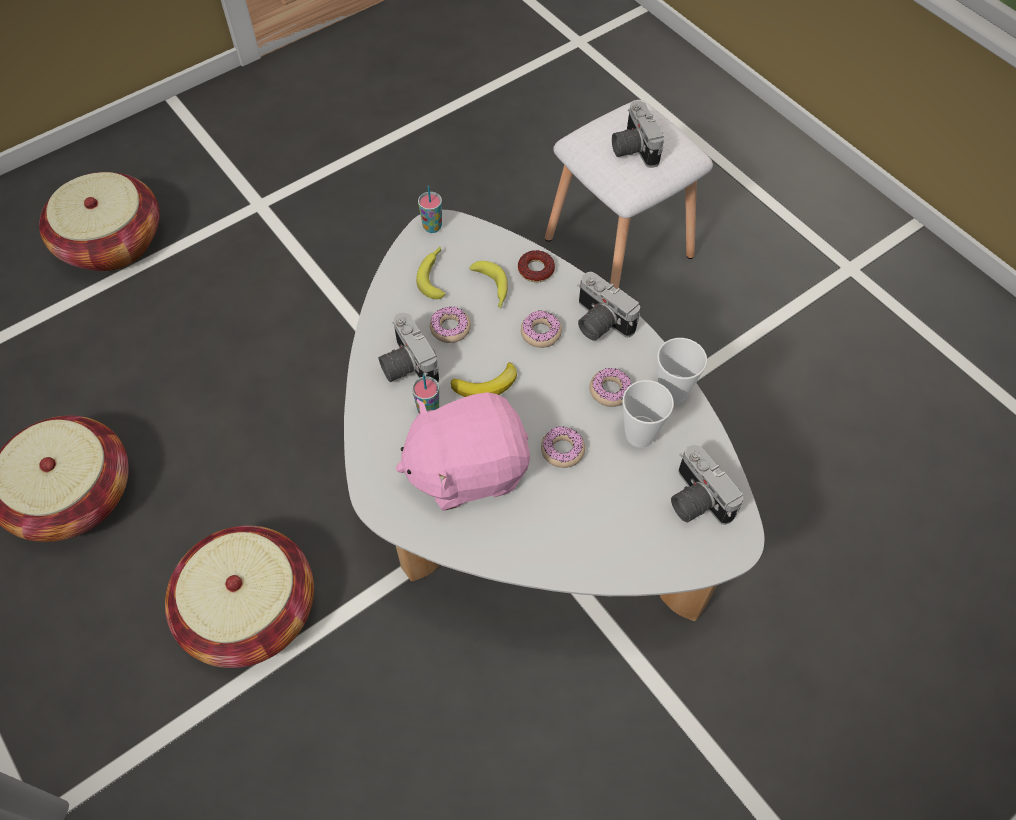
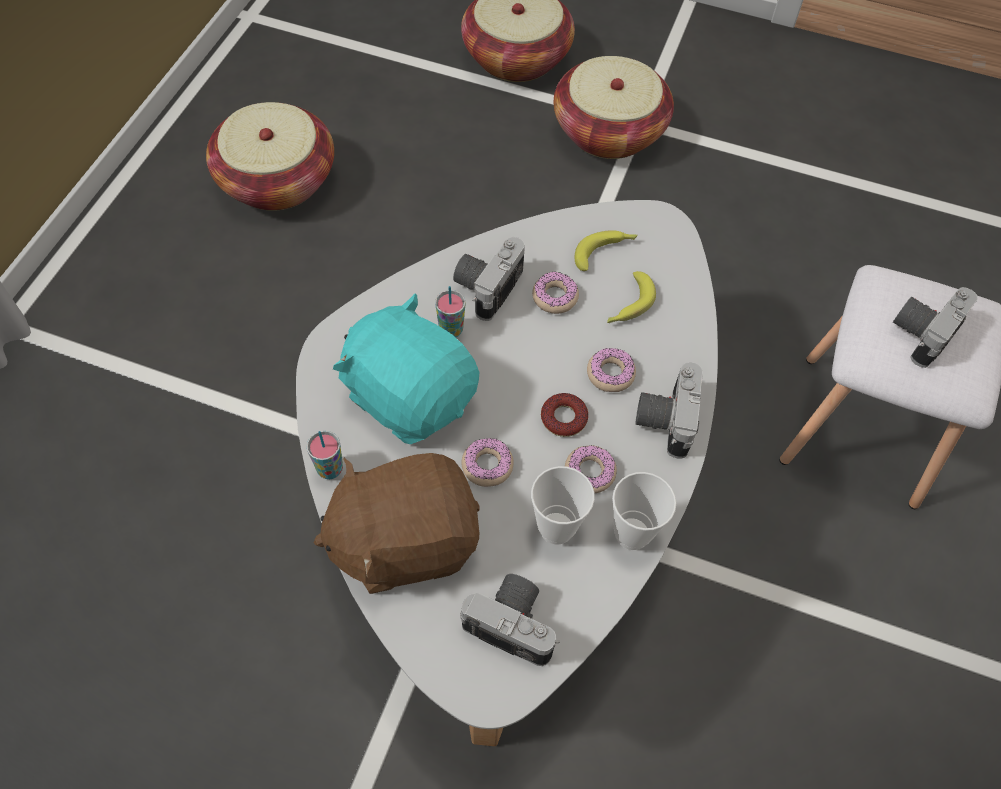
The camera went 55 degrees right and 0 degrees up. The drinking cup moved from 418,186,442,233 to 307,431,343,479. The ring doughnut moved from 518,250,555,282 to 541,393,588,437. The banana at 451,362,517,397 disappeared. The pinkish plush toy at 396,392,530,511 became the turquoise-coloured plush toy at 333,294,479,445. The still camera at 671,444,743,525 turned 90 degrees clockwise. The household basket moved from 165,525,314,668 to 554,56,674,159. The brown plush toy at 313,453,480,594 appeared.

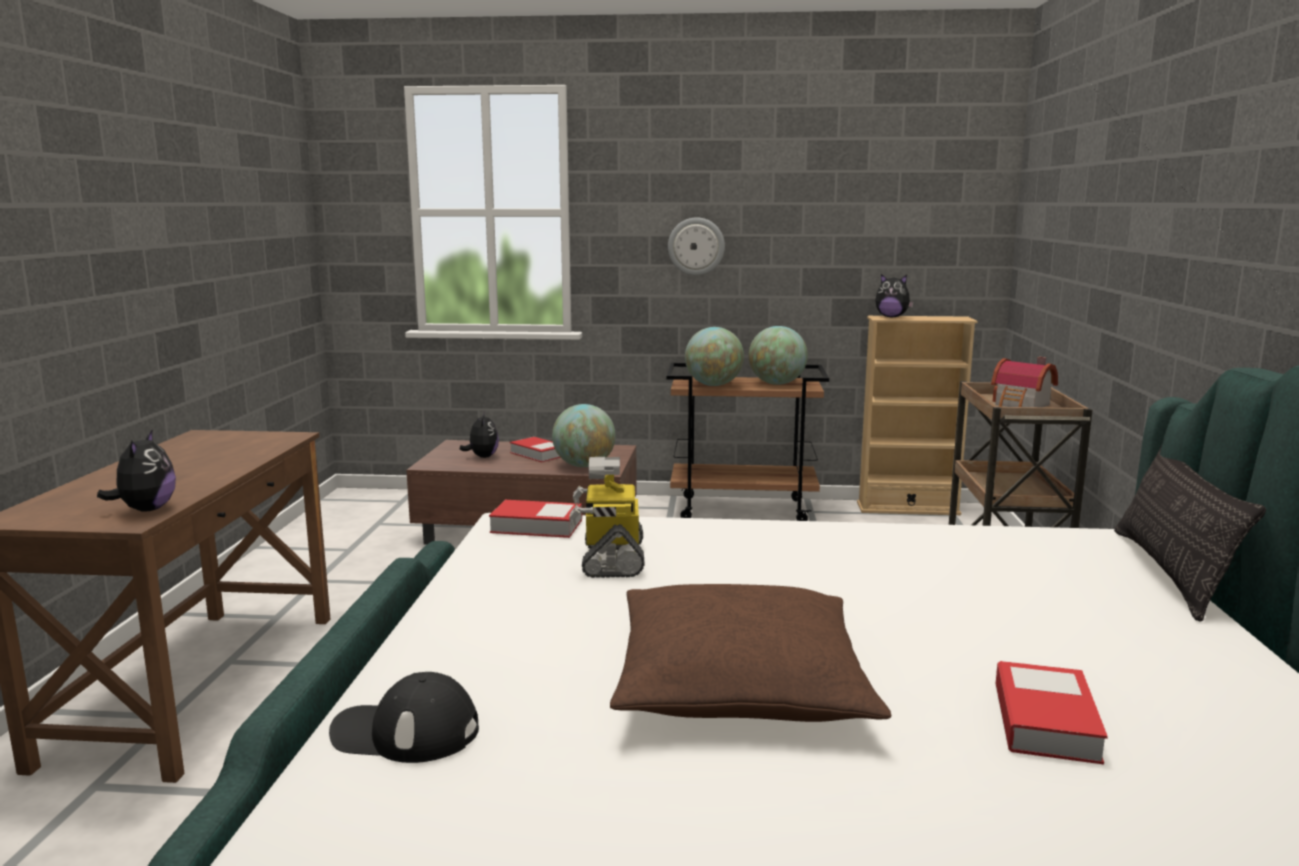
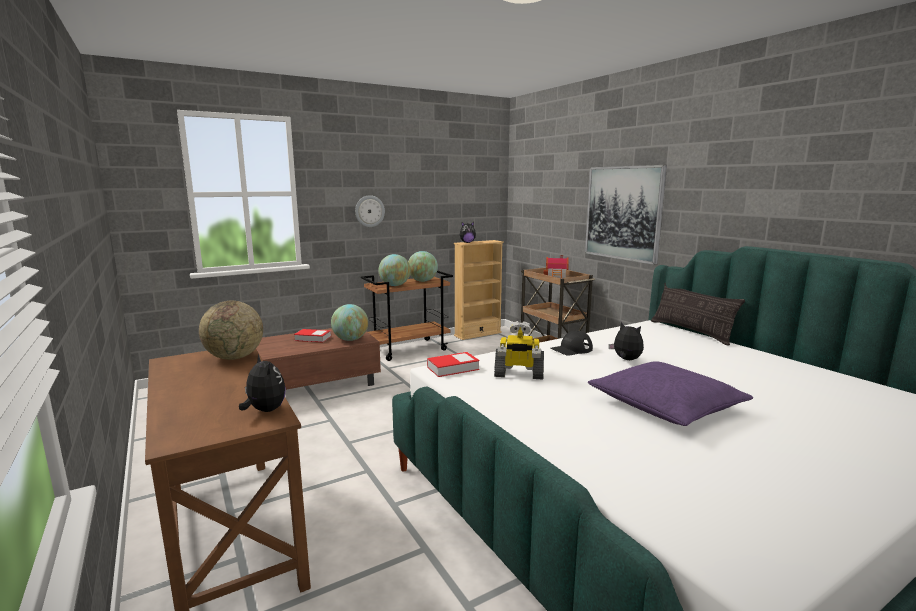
The camera went 35 degrees left and 0 degrees up. The plush toy moved from 460,412,499,458 to 609,322,644,360. The model robot at 569,457,644,578 turned 45 degrees counterclockwise. The brown pillow at 610,584,891,722 became the purple pillow at 588,361,753,426. The book at 995,661,1108,765 disappeared. The black-coloured peaked cap moved from 329,672,479,763 to 551,331,593,356. The wall art at 585,165,667,265 appeared. The world globe at 199,301,263,360 appeared.

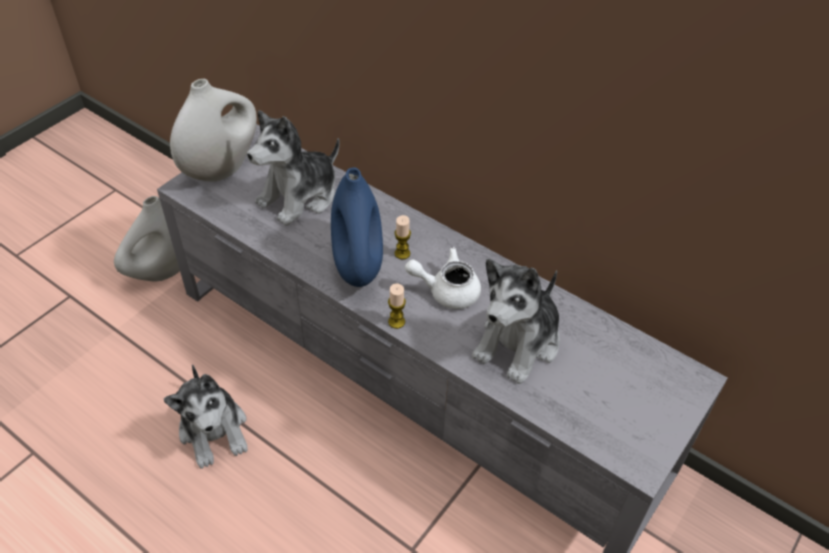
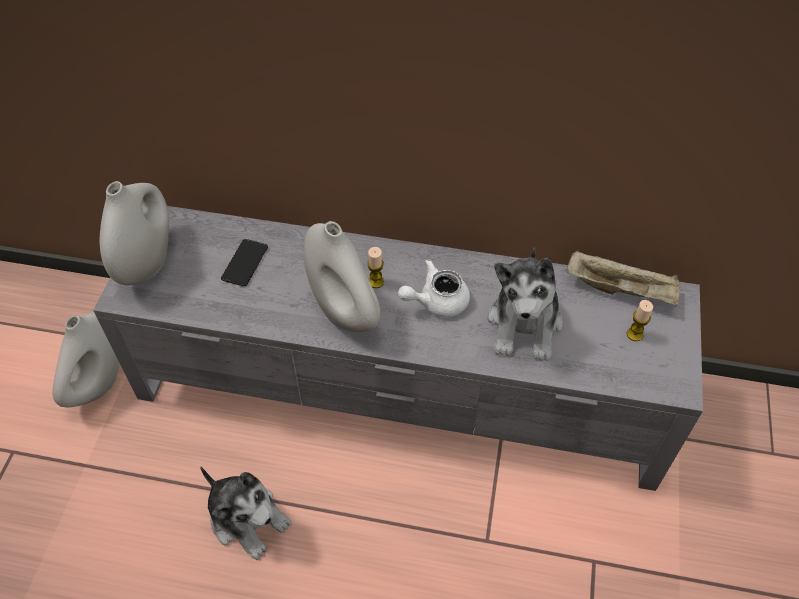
The camera went 25 degrees left and 5 degrees up. The plush toy at 247,110,340,226 was replaced by the telephone at 221,239,268,286. The bluish vase at 331,167,383,287 became the white-coloured vase at 304,221,380,332. The wax light moved from 388,283,406,329 to 627,300,653,341. The sand-coloured serving tray at 566,251,680,306 appeared.

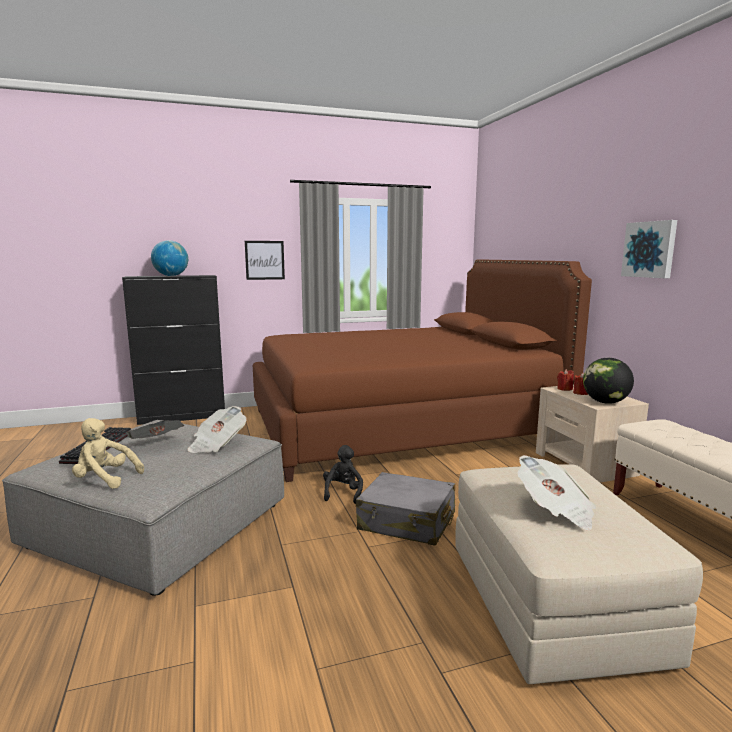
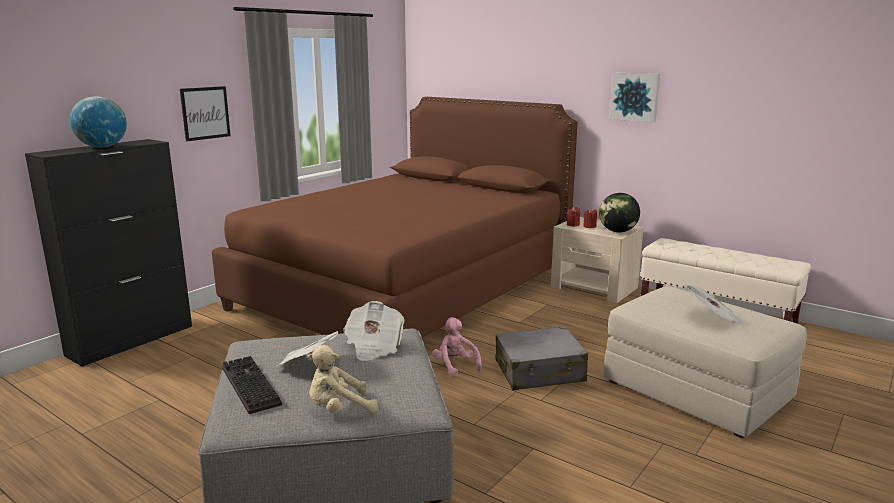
The camera went 35 degrees left and 5 degrees up. The black-coloured plush toy at 323,445,363,504 became the pinkish plush toy at 432,317,482,377.

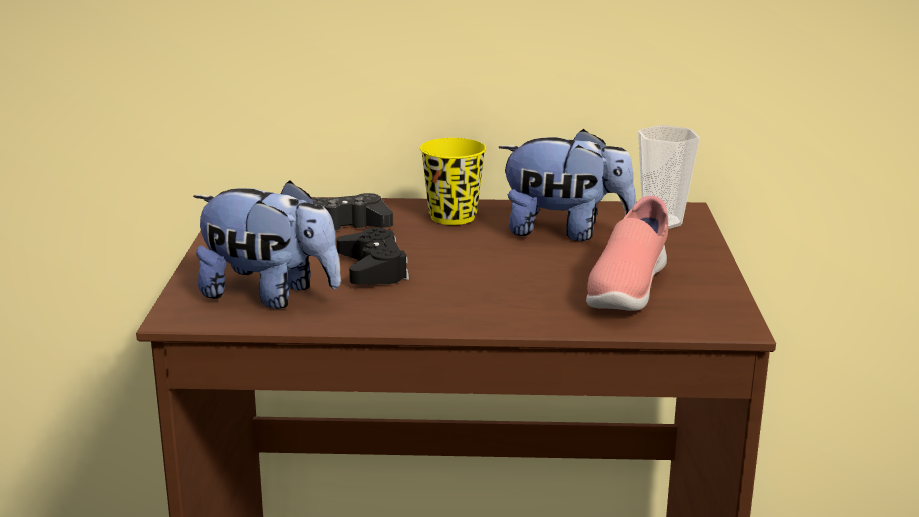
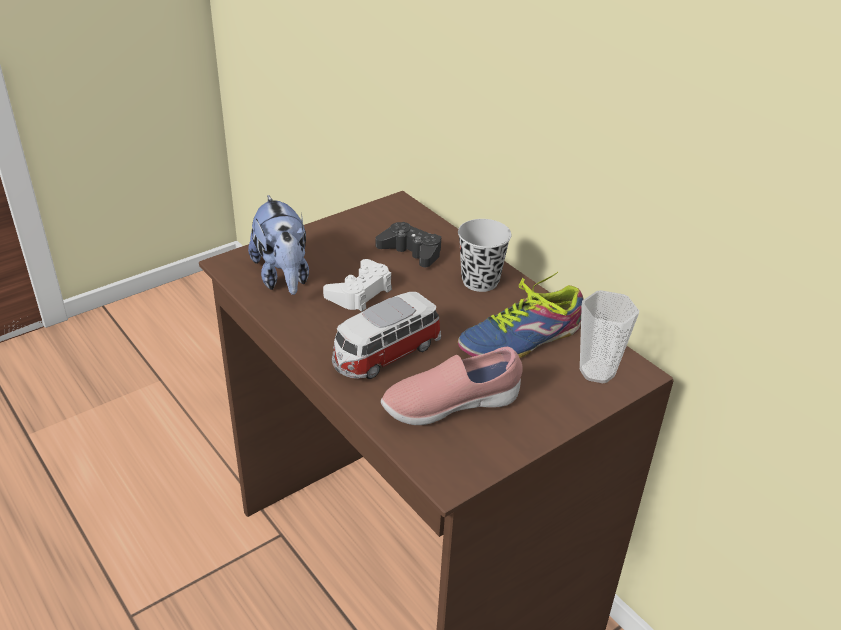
The camera went 50 degrees right and 15 degrees up. The plush toy at 499,129,636,241 was replaced by the low shoe at 458,272,584,358. The yellow drinking cup at 420,138,486,225 became the black-coloured drinking cup at 458,219,511,292. The black-coloured gamepad at 336,228,409,285 became the white-coloured gamepad at 323,259,392,312. The toy car at 332,292,441,379 appeared.

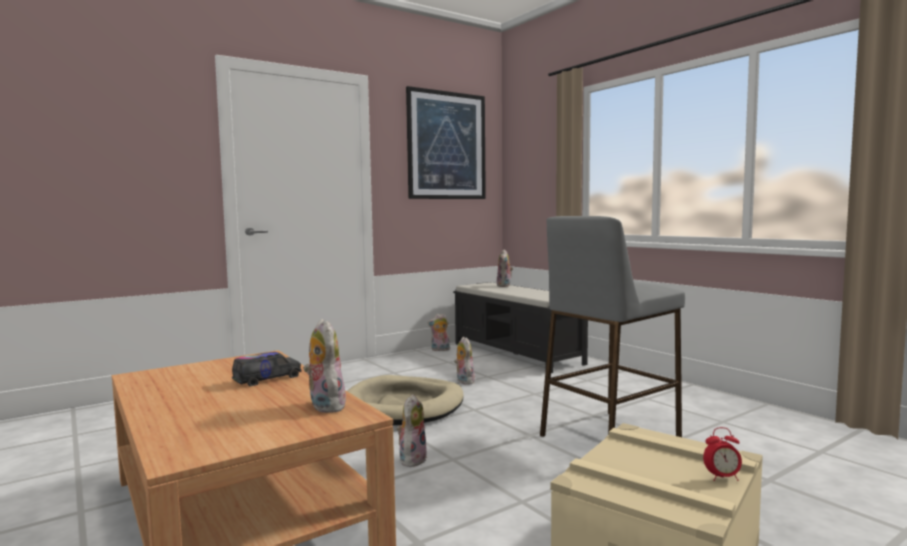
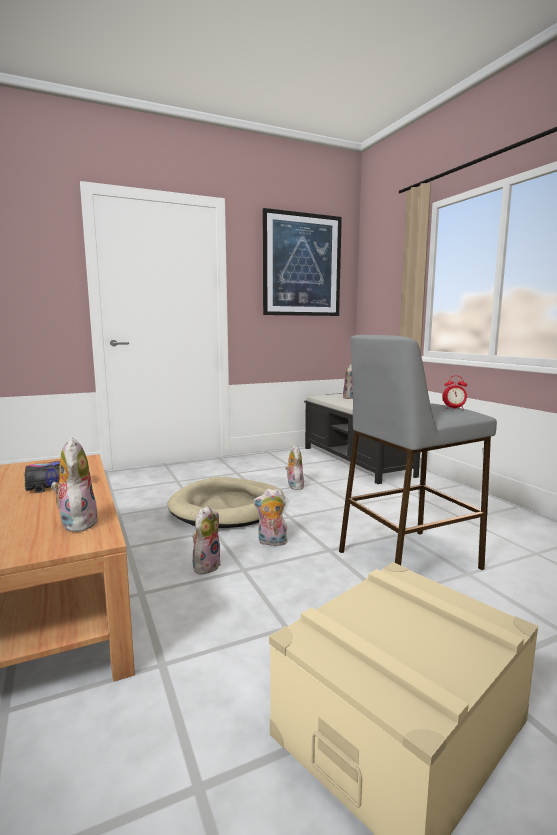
The camera went 10 degrees right and 5 degrees up. The plush toy moved from 428,314,450,351 to 253,488,288,546. The table clock moved from 703,427,742,481 to 443,376,467,410.

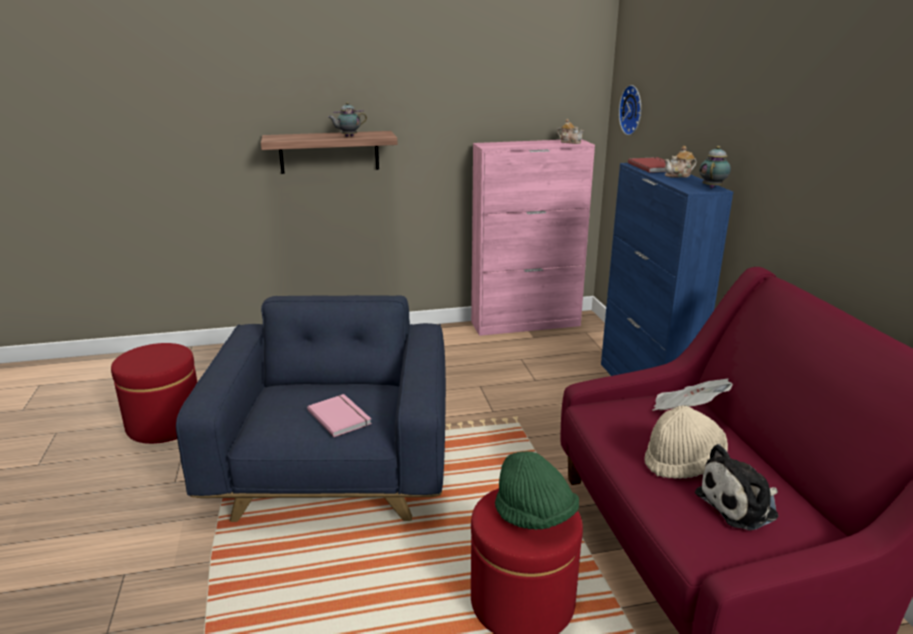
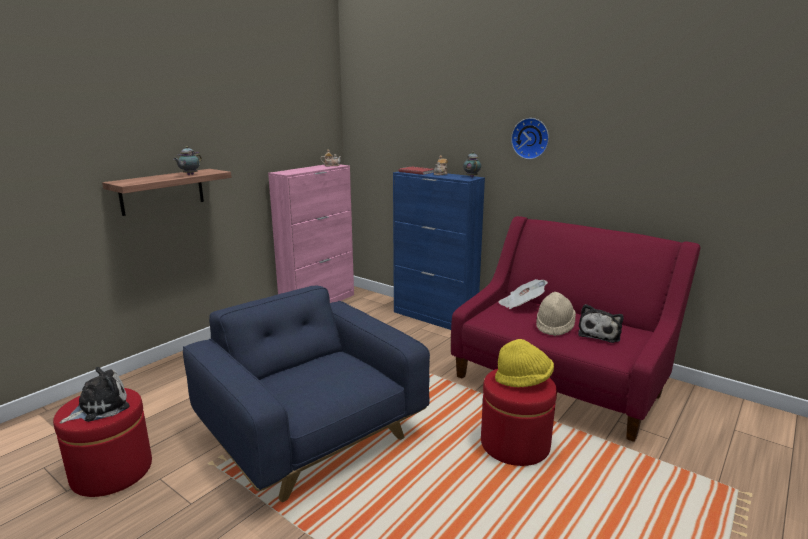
The camera went 40 degrees left and 5 degrees down. The hanging clock moved from 619,85,641,135 to 511,118,549,159. The pinkish book at 307,394,372,437 disappeared. The green hat at 495,451,579,530 became the yellow hat at 495,339,554,388. The plush toy at 60,367,130,424 appeared.

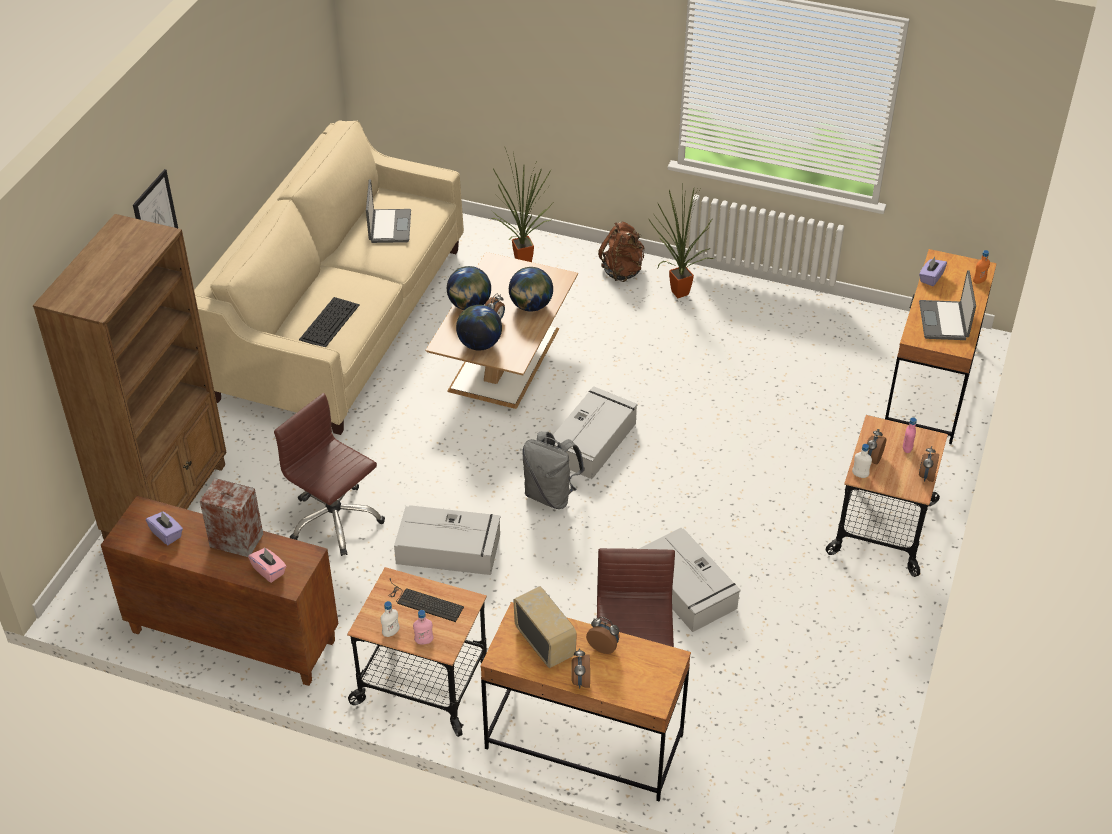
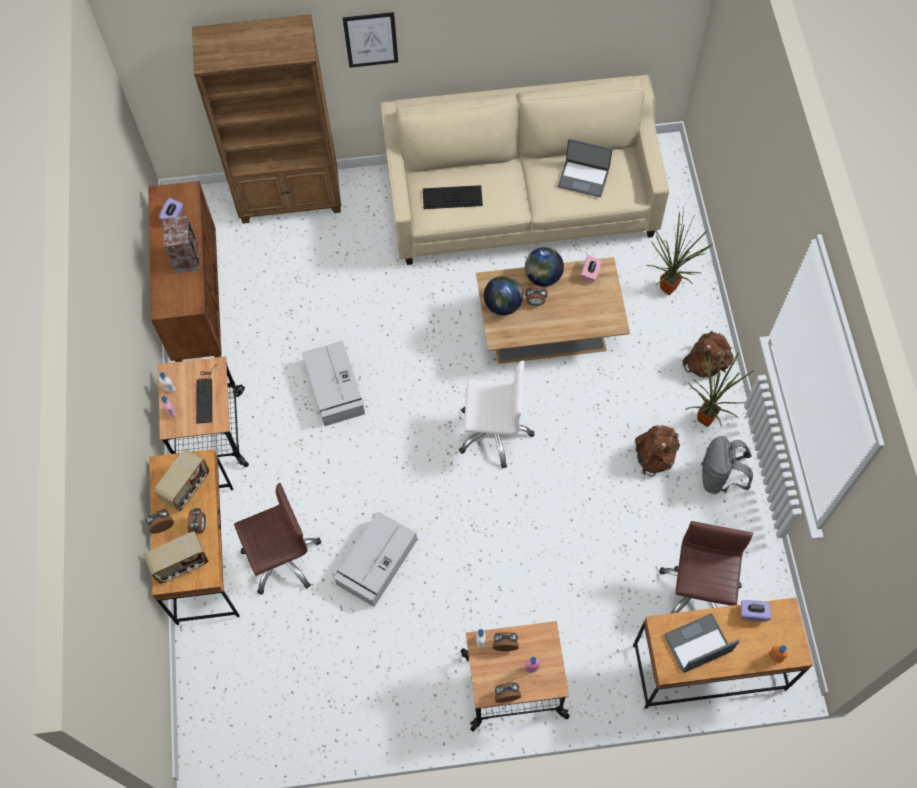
The camera went 65 degrees right and 20 degrees up. The portable computer at 366,179,411,243 turned 45 degrees clockwise. The world globe at 509,267,553,312 disappeared. The gray storage box at 553,386,638,479 was replaced by the white-coloured office chair at 459,361,534,468. The brown office chair moved from 274,393,385,556 to 659,521,753,613. The gray rucksack moved from 522,432,585,509 to 701,436,753,494. The pinkish box of tissues moved from 248,548,286,583 to 581,255,601,282. The brown rucksack at 635,425,680,477 appeared. The radio receiver at 144,531,208,584 appeared.

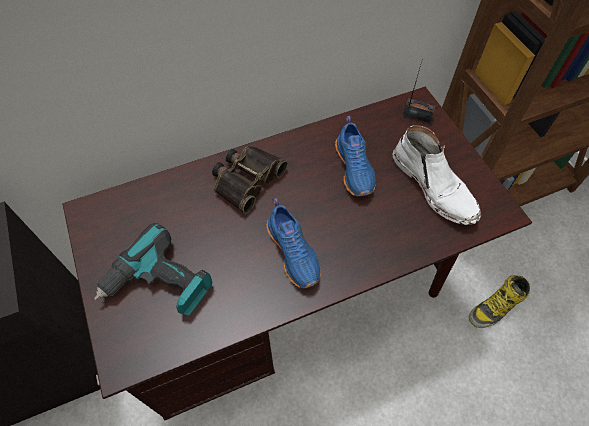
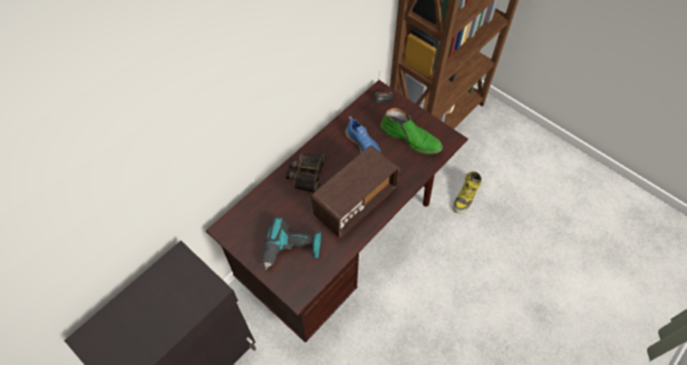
The camera went 25 degrees left and 0 degrees up. The white-coloured boot at 393,125,481,225 became the green boot at 380,108,443,154. The bluish low shoe at 267,198,321,288 was replaced by the radio receiver at 311,145,400,238.

